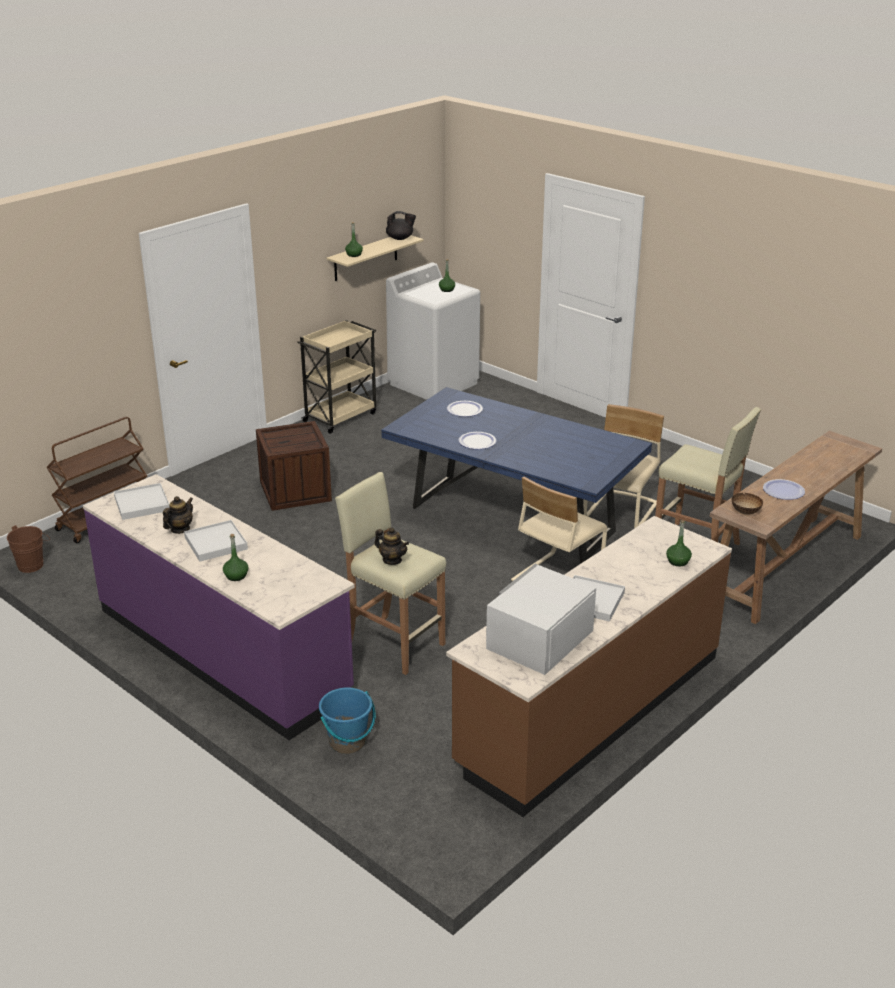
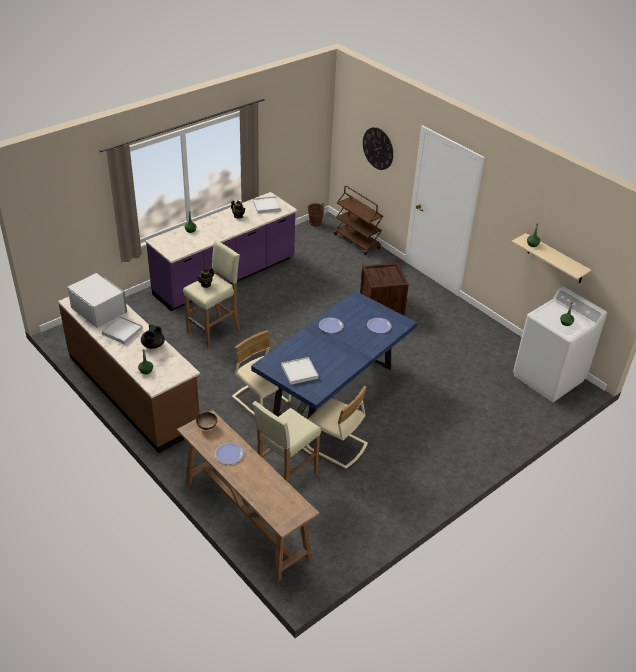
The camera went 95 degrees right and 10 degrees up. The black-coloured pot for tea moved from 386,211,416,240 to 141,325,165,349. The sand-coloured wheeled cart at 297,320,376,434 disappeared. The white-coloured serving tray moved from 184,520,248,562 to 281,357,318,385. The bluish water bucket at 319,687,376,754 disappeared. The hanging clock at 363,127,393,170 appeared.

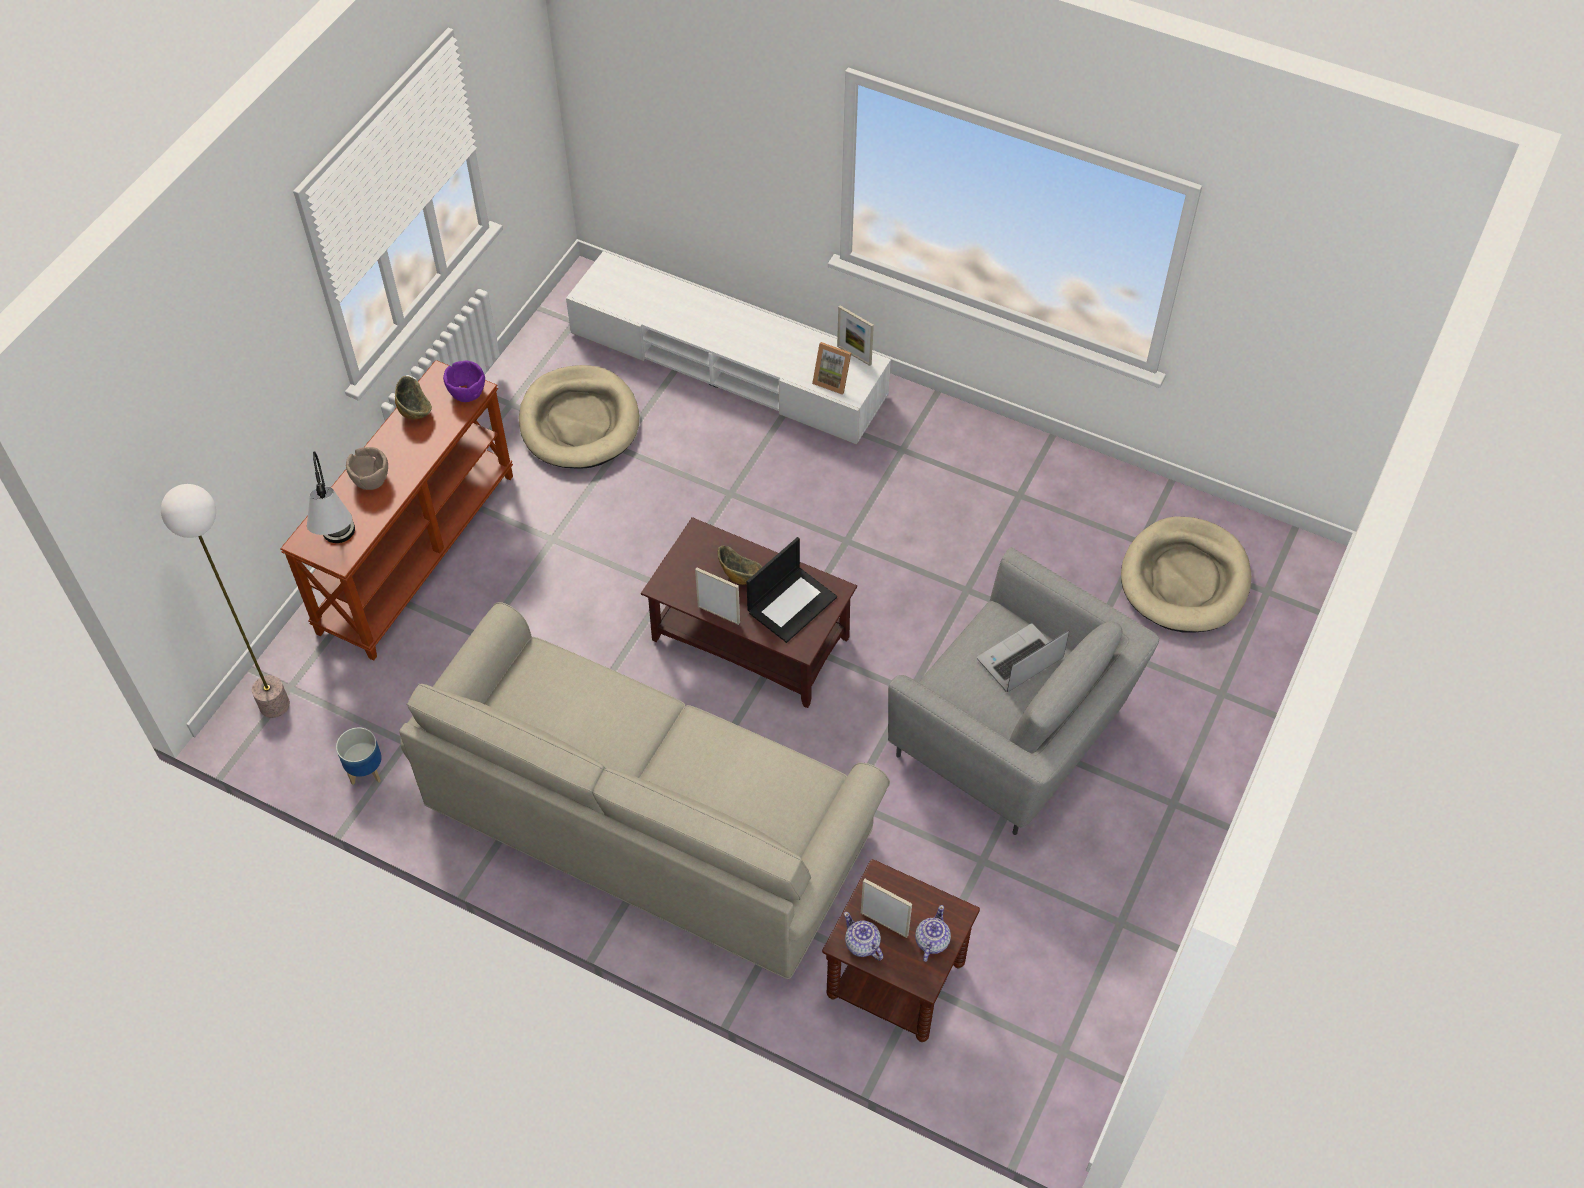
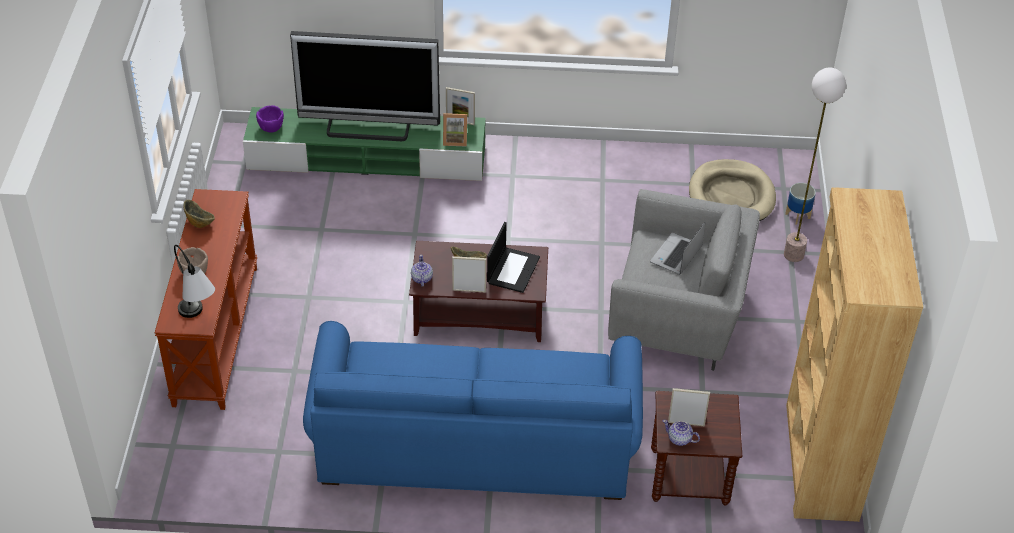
The camera went 25 degrees left and 10 degrees down. The white-coloured media console at 566,251,891,445 became the green media console at 243,107,486,181. The purple deep dish moved from 443,361,485,402 to 256,105,284,132. The sand-coloured dog bed at 519,365,639,469 disappeared. The standing lamp moved from 161,484,290,718 to 784,68,846,262. The sand-coloured sofa at 399,602,890,979 became the bluish sofa at 303,321,643,500. The planter moved from 336,727,382,785 to 785,183,816,225. The pot for tea moved from 915,905,951,962 to 411,255,433,287. The TV set at 290,31,440,141 appeared. The brown shelving unit at 786,187,923,522 appeared.

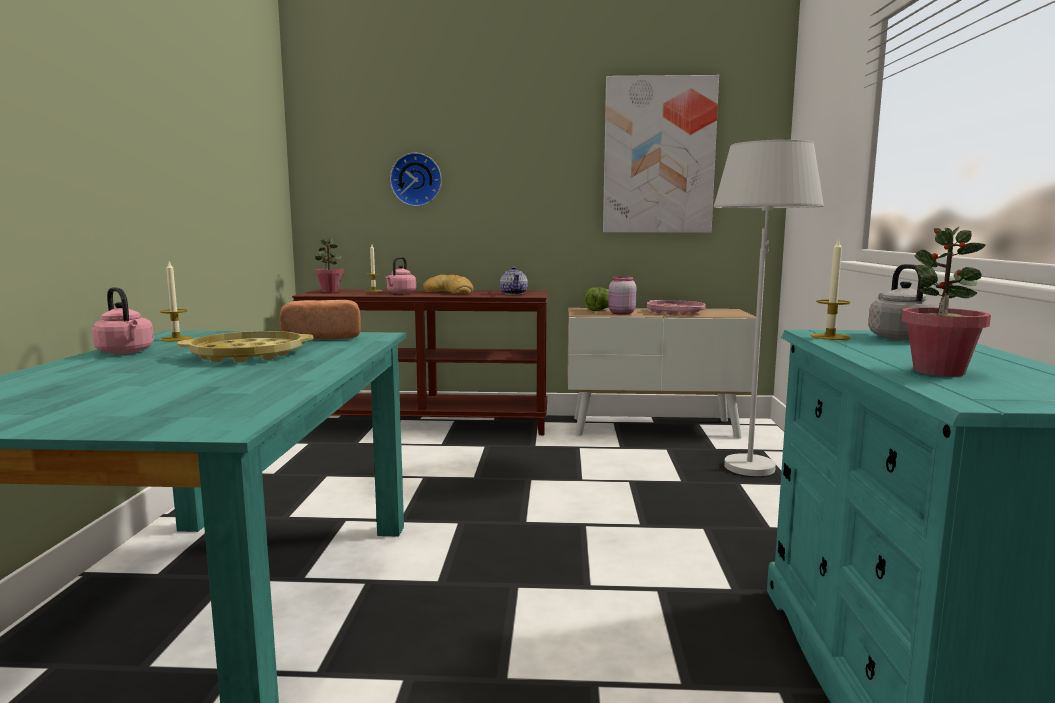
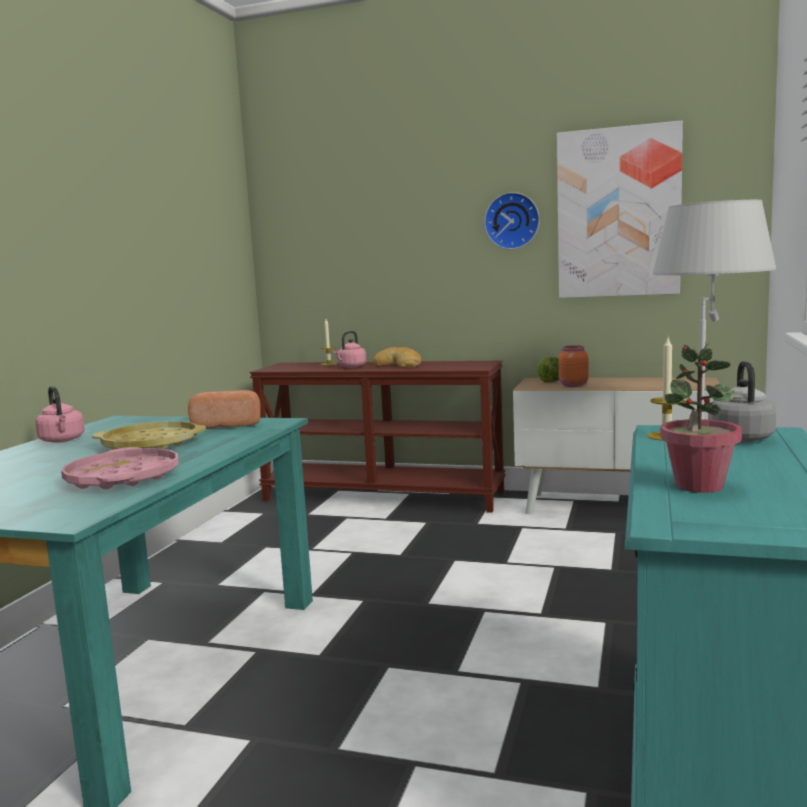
The camera went 15 degrees right and 0 degrees up. The hanging clock moved from 390,153,442,206 to 484,192,540,250. The houseplant at 315,238,344,292 disappeared. The wax light at 160,262,192,341 disappeared. The pot for tea at 500,267,528,295 disappeared. The pinkish jar at 608,276,636,315 became the orange-coloured jar at 559,345,589,387. The pinkish serving tray moved from 647,300,706,315 to 61,447,179,489.

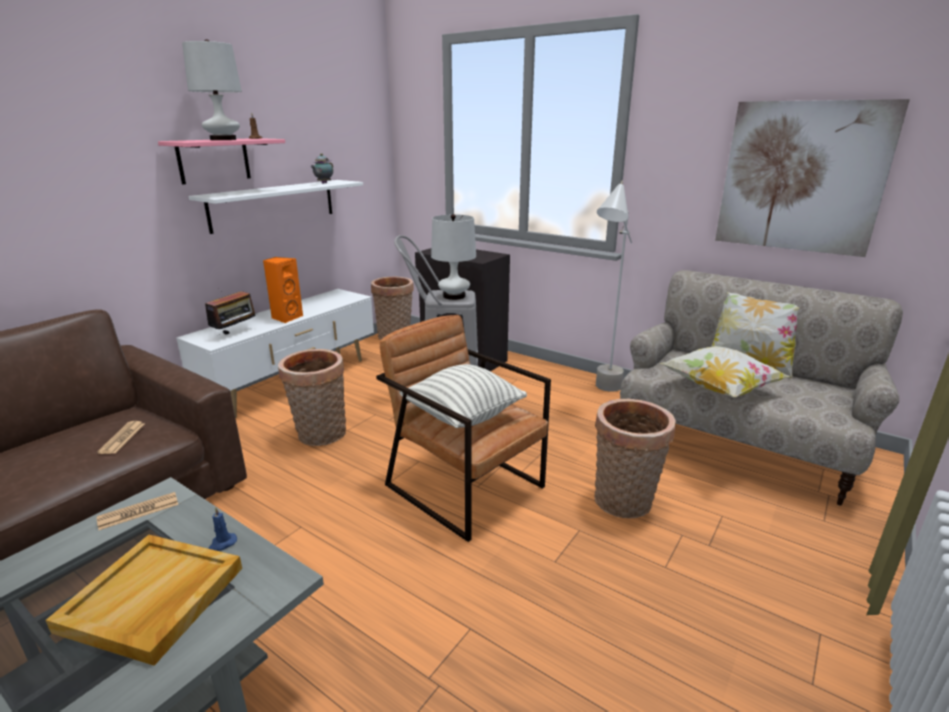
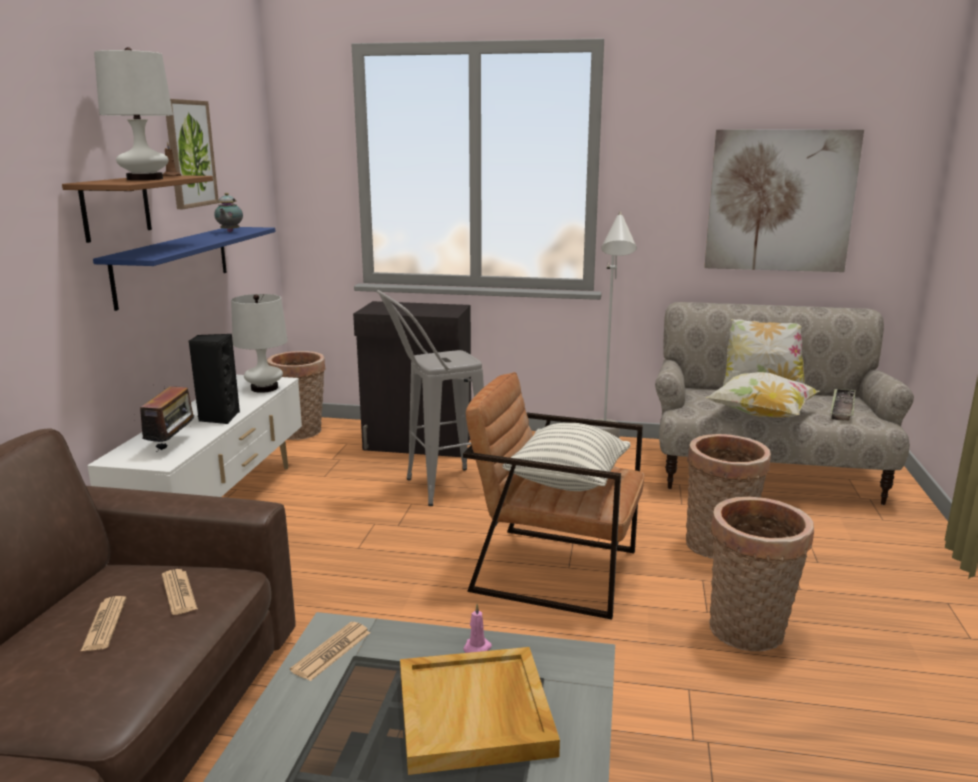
The camera went 25 degrees left and 5 degrees down. The pinkish bracket shelf at 158,138,285,184 became the brown bracket shelf at 62,175,213,243. The white-coloured bracket shelf at 188,180,363,234 became the bluish bracket shelf at 93,227,276,311. The white-coloured tabletop lamp moved from 431,214,476,300 to 231,294,288,393. The orange-coloured speaker at 263,257,303,323 became the black-coloured speaker at 189,334,240,424. The household basket moved from 278,349,346,446 to 709,497,814,651. The bluish wax light at 208,507,237,551 became the pinkish wax light at 463,604,492,653. The wall art at 166,99,219,209 appeared. The serving tray at 831,389,855,421 appeared. The printed paper at 80,596,126,652 appeared.

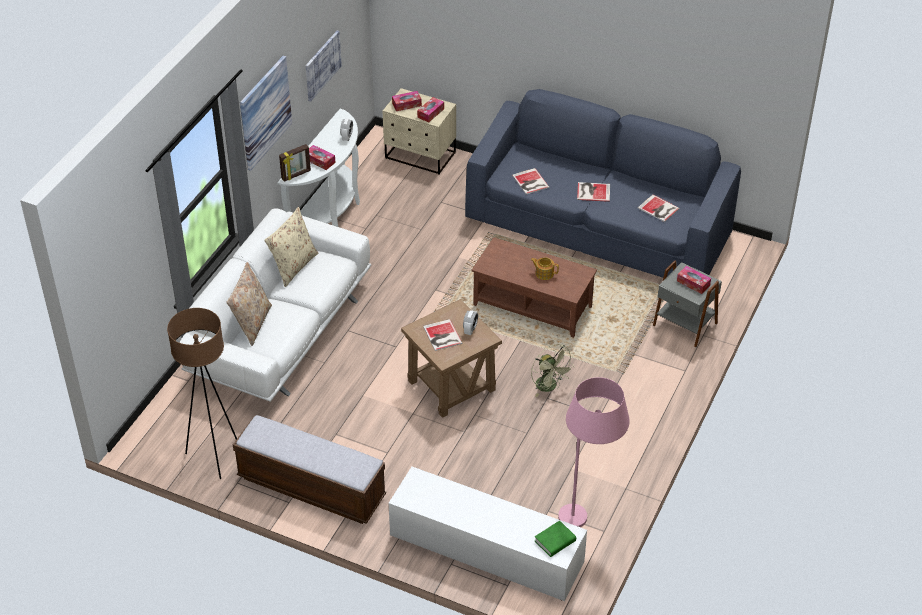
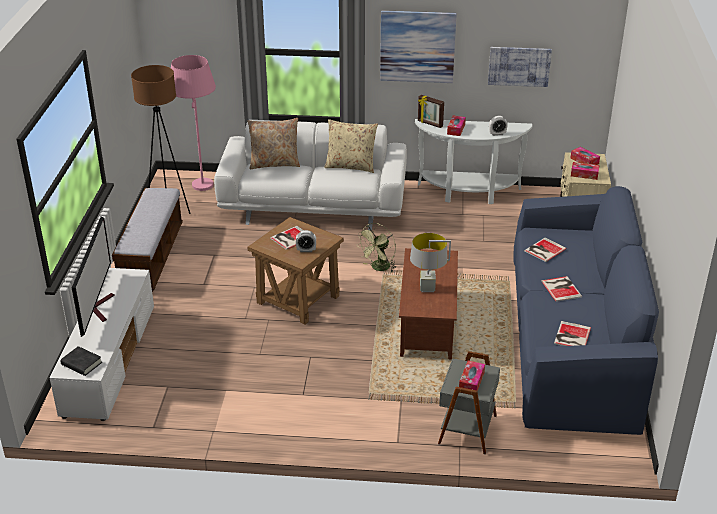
The camera went 70 degrees right and 10 degrees down. The pot for tea at 531,257,559,280 was replaced by the gray tabletop lamp at 410,233,451,292. The green cooling fan moved from 531,344,574,397 to 358,223,397,272. The pinkish standing lamp moved from 558,377,630,527 to 171,55,216,191. The green book at 535,520,576,557 became the black-coloured book at 60,346,102,376. The TV set at 72,216,115,337 appeared.

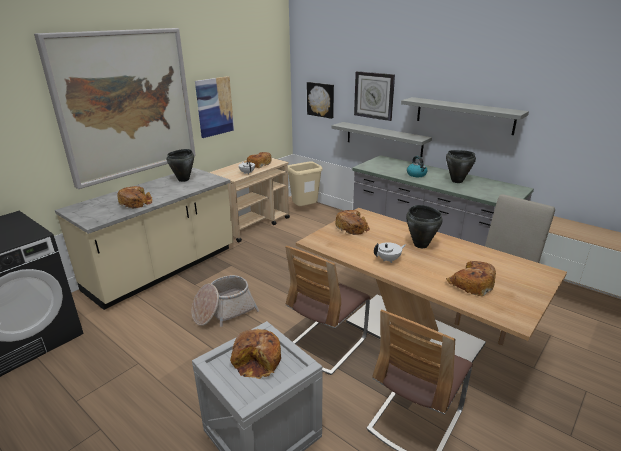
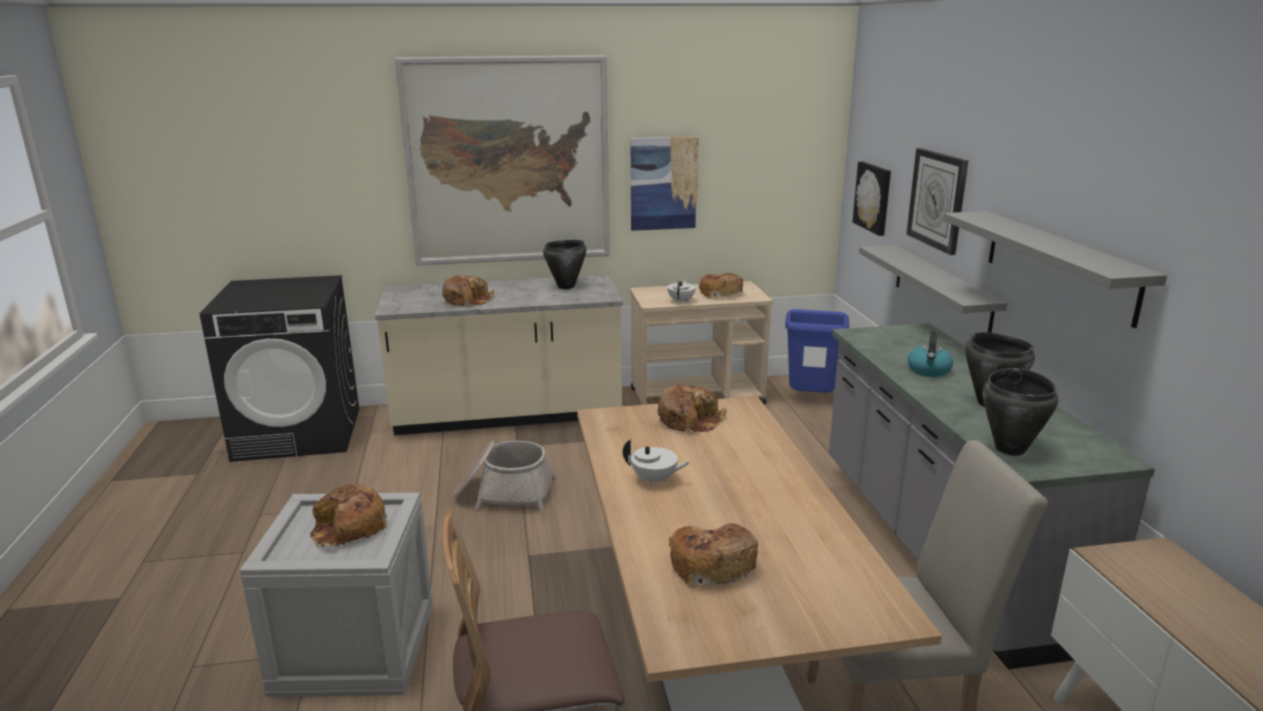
The camera went 40 degrees right and 5 degrees down. The sand-coloured waste bin at 288,161,323,206 became the bluish waste bin at 785,309,849,393. The black-coloured saucepot moved from 406,205,443,248 to 983,368,1059,456. The chair at 285,246,370,375 disappeared.

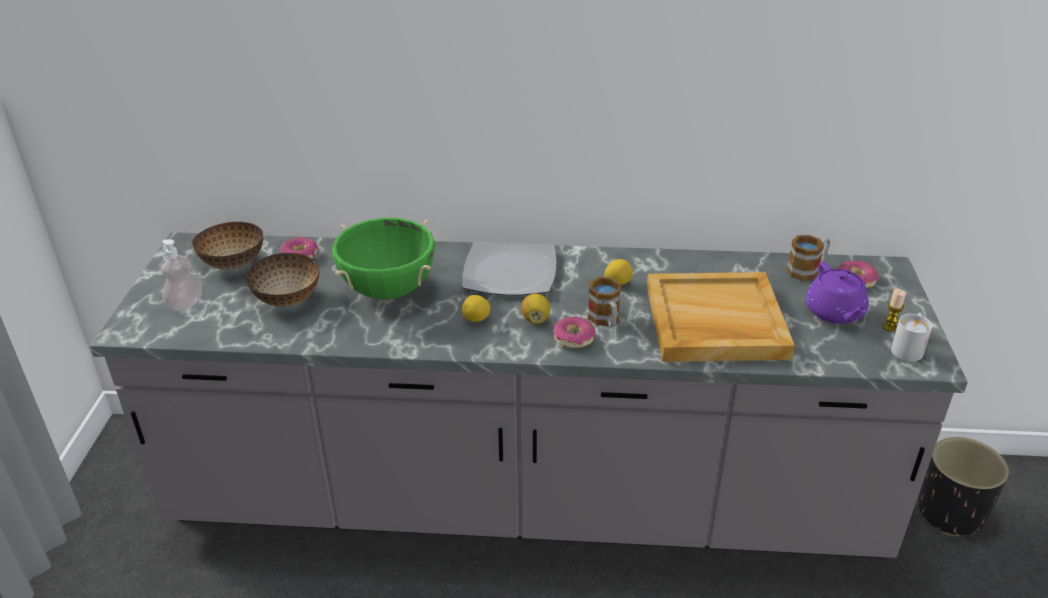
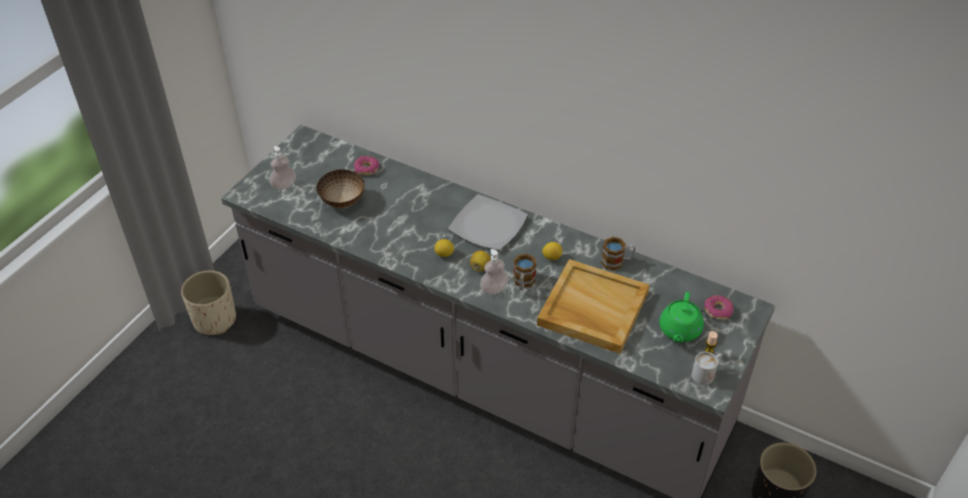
The camera went 25 degrees right and 10 degrees up. The green saucepot at 332,218,435,300 disappeared. The deep dish at 192,222,263,270 disappeared. The tea mug moved from 786,235,830,281 to 601,237,636,271. The purple pot for tea at 806,262,869,324 became the green pot for tea at 659,292,704,343. The ring doughnut at 553,317,596,348 was replaced by the liquid soap bottle at 480,249,509,295. The sand-coloured planter at 181,270,236,335 appeared.

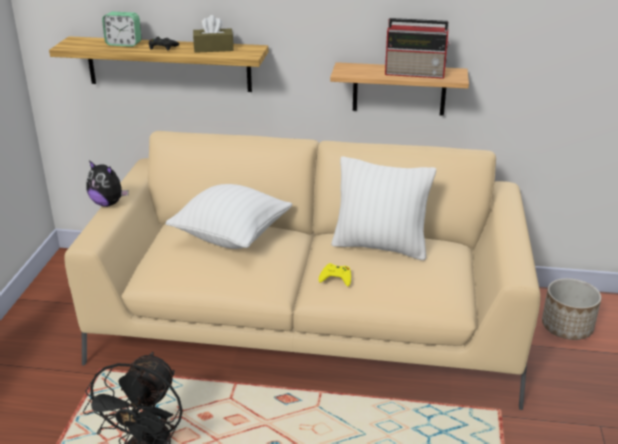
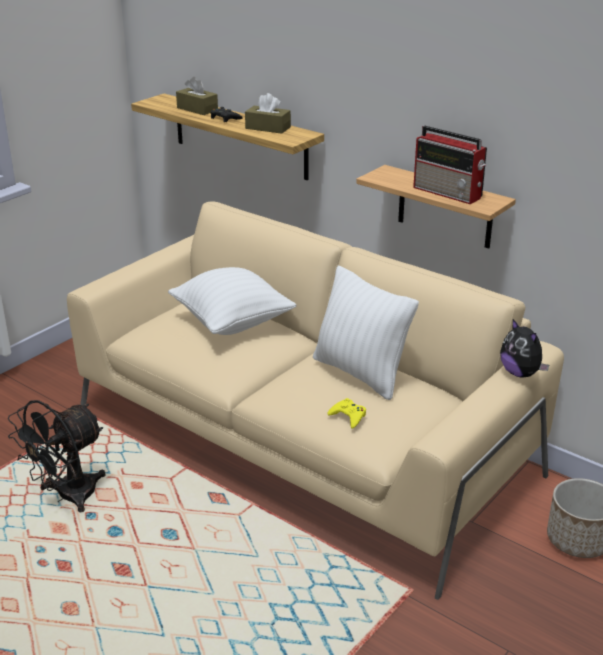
The camera went 30 degrees right and 0 degrees up. The table clock at 102,12,141,47 was replaced by the brown box of tissues at 176,77,218,115. The plush toy moved from 87,160,128,207 to 500,319,549,377. The yellow gamepad moved from 319,263,351,287 to 327,398,366,429.

